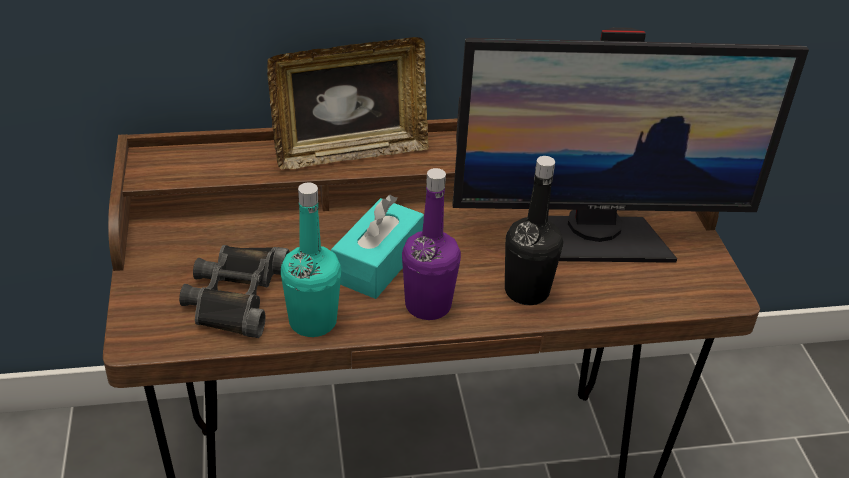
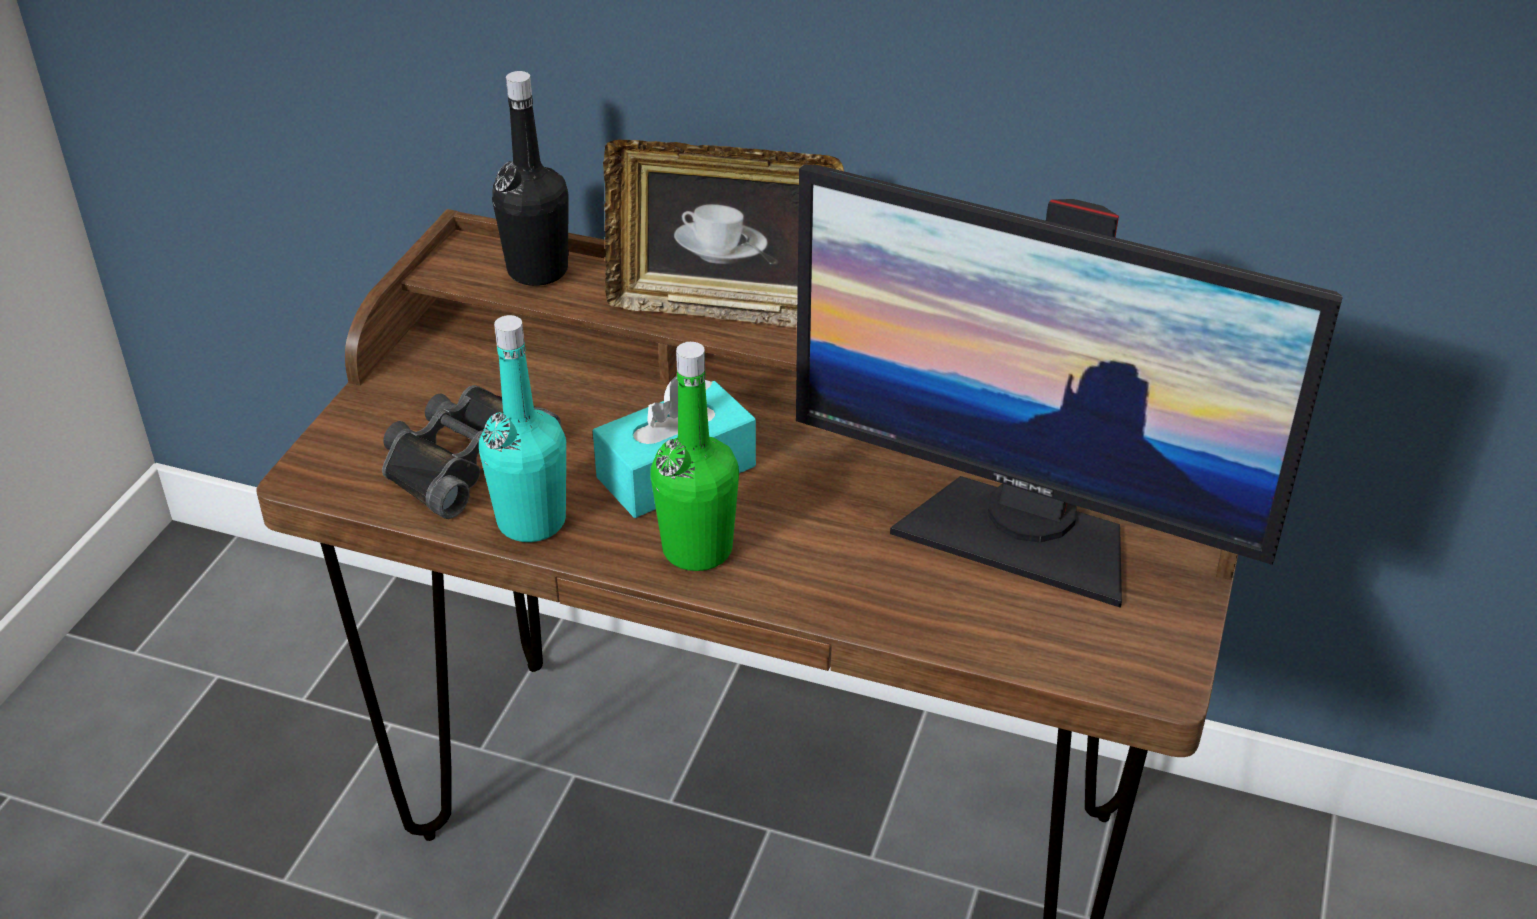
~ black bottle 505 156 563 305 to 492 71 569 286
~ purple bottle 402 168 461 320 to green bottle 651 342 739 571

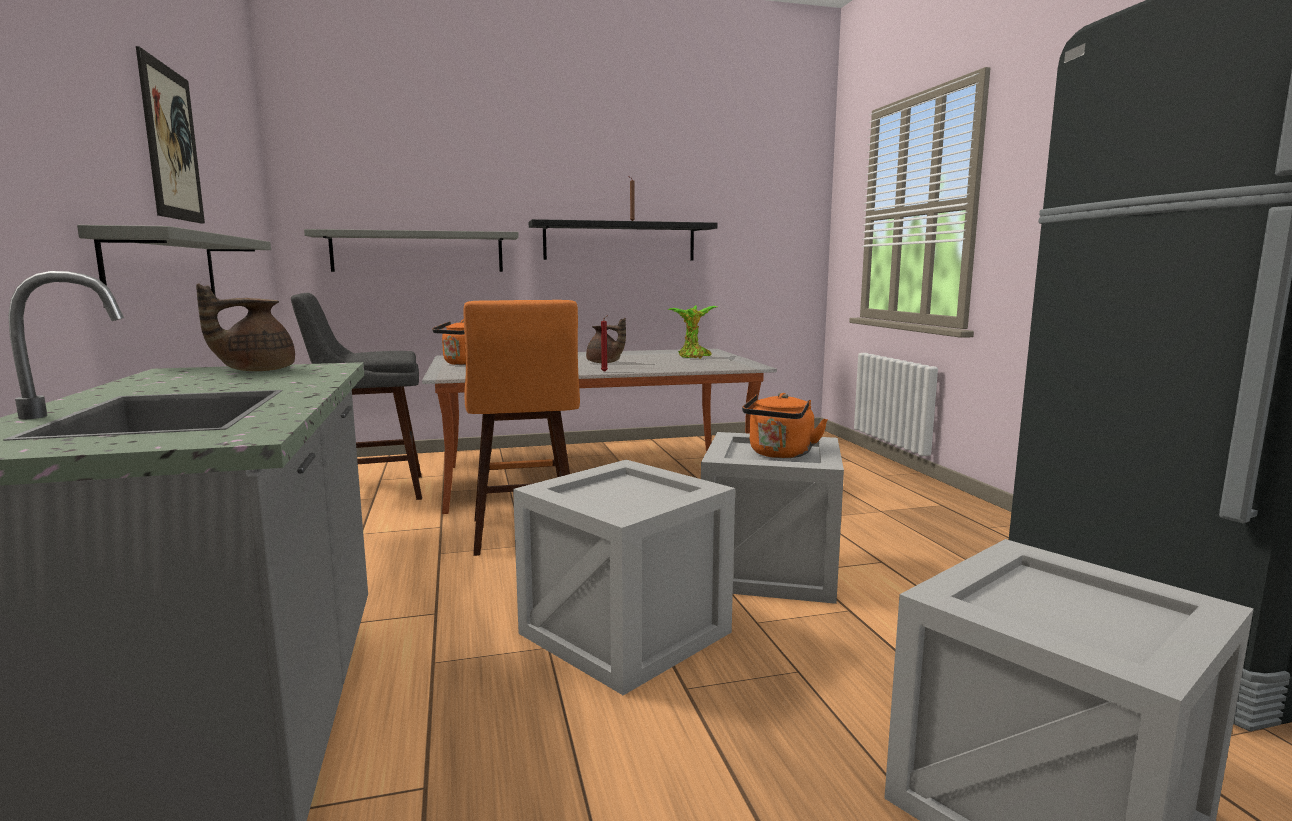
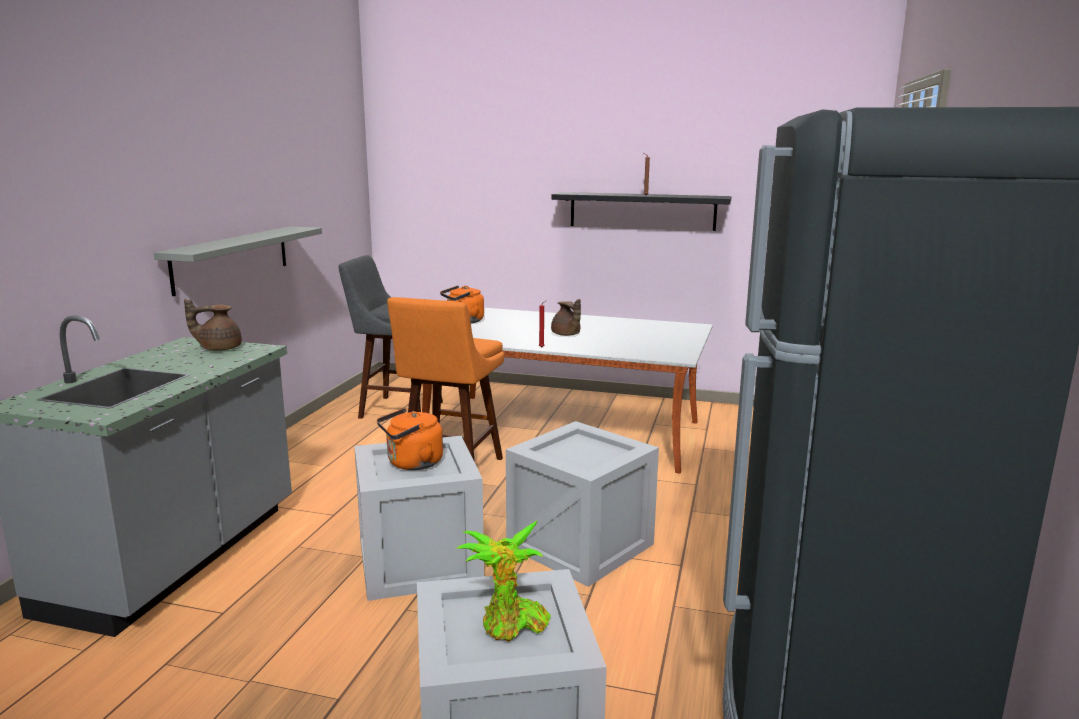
- picture 136 46 205 224
- grey shelf 304 229 519 272
~ potted plant 668 305 717 359 to 455 520 551 642
~ orange kettle 742 393 828 458 to 377 408 443 470

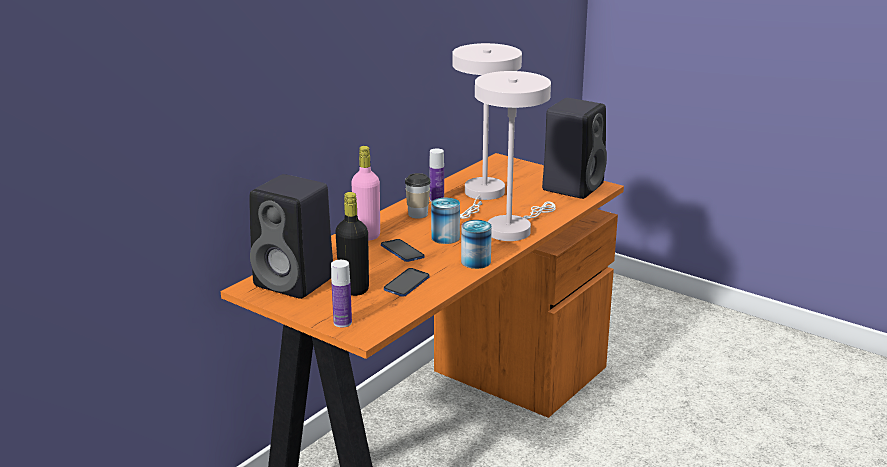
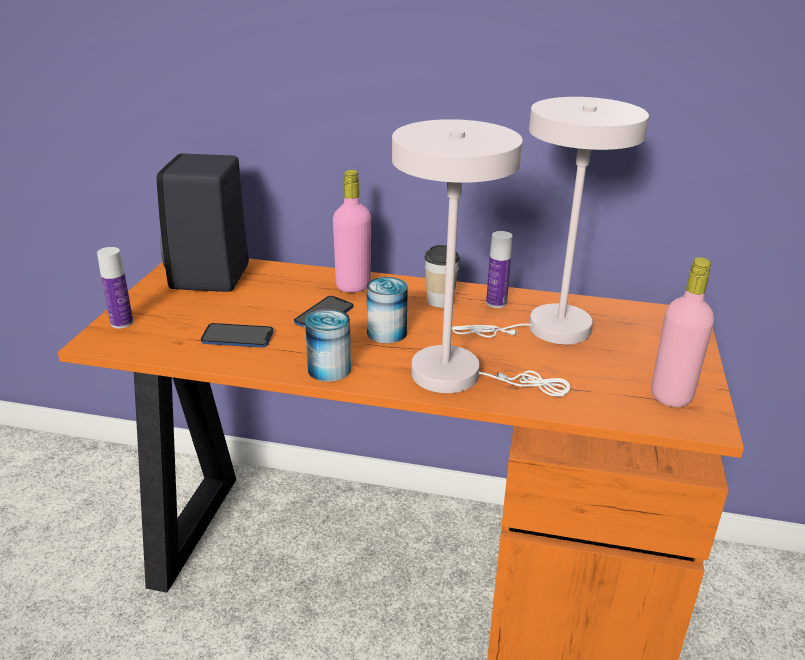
- black bottle 335 192 369 296
~ black speaker 542 98 607 199 to pink bottle 651 257 714 407

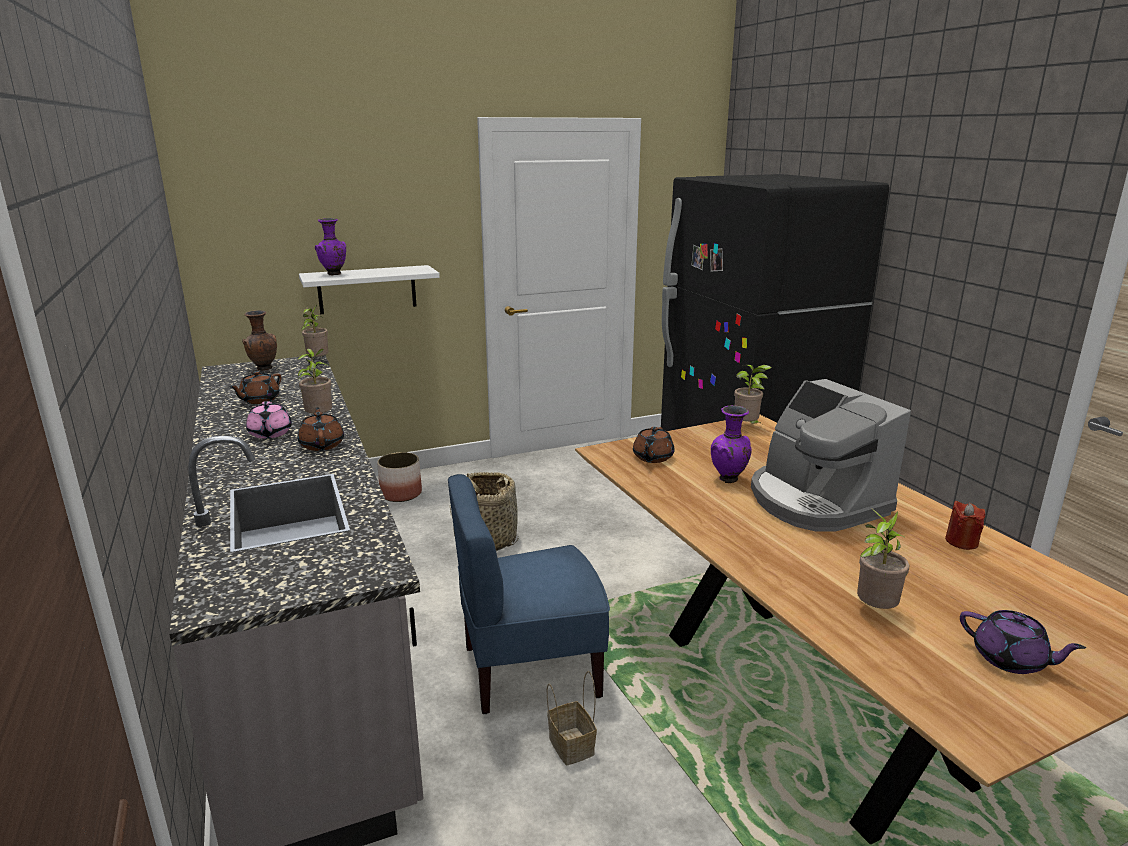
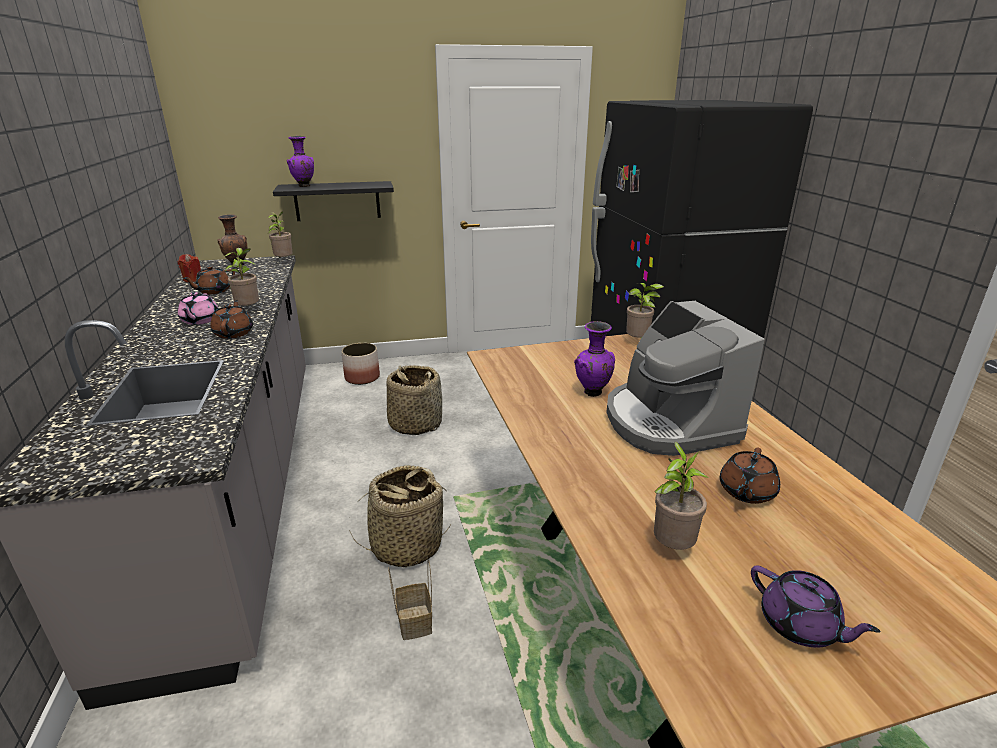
~ brown teapot 633 427 674 463 to 720 448 780 504
~ red candle 945 501 985 550 to 178 254 201 282
~ blue chair 448 474 610 714 to basket 349 465 452 568
~ white shelf 299 265 440 314 to black shelf 273 181 394 221

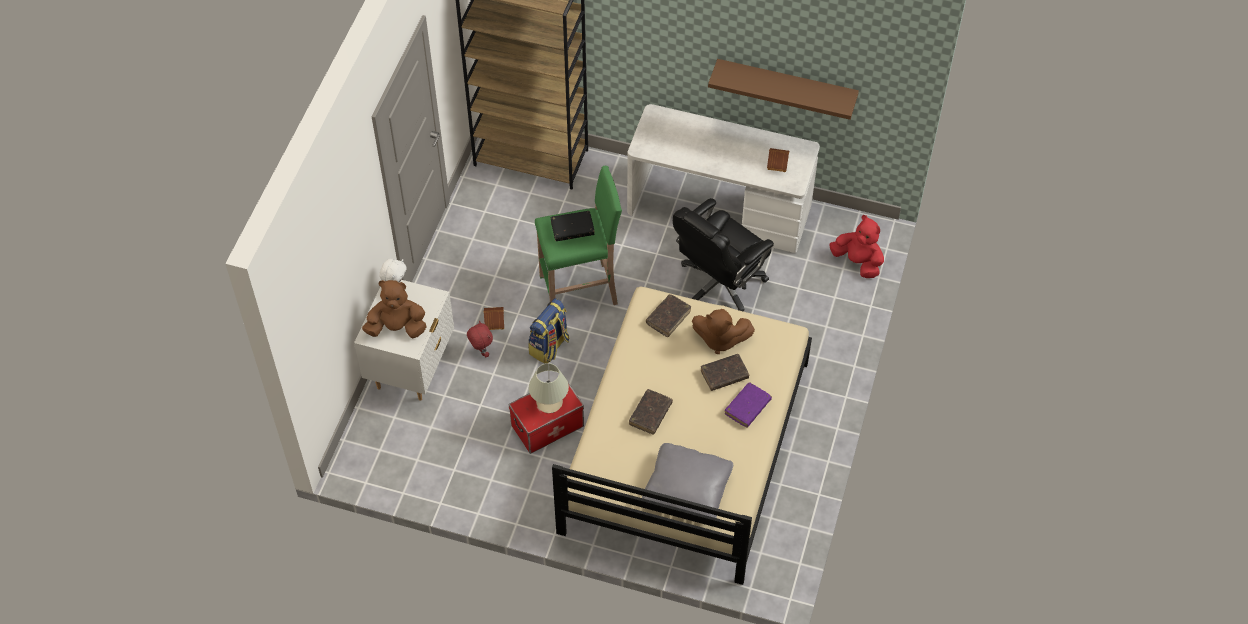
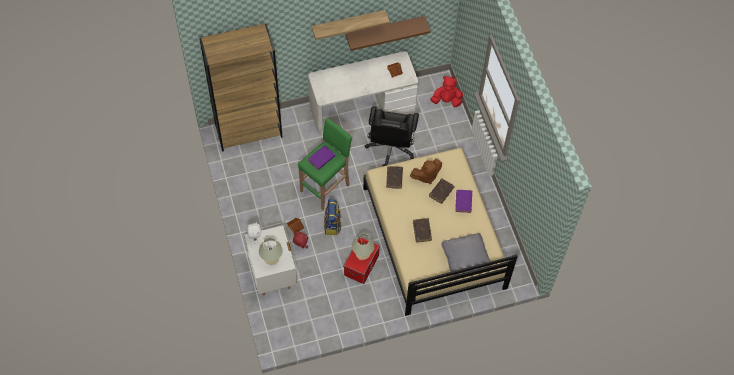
+ shelf 311 10 390 40
~ brown plush toy 362 280 427 338 to beige table lamp 259 238 283 265
~ black book 550 211 595 241 to purple book 308 145 335 170

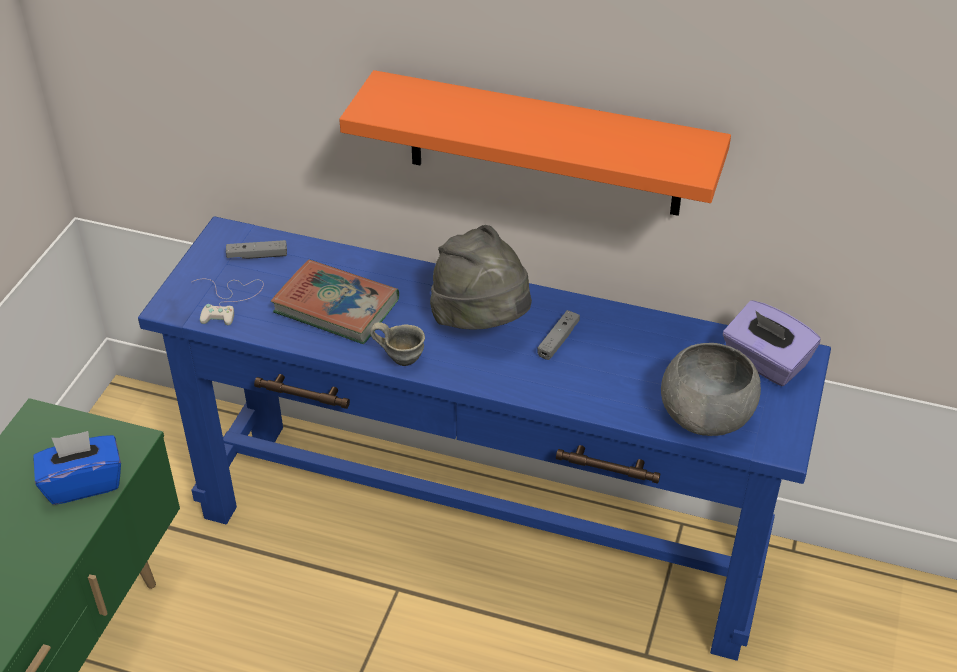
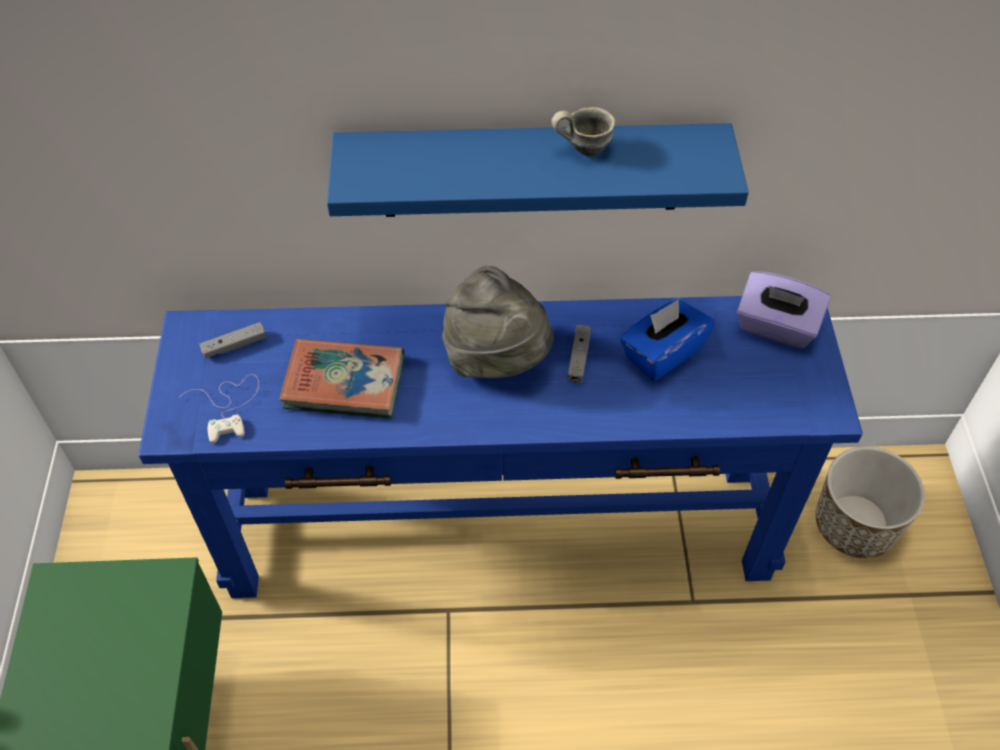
- grey bowl 661 343 761 436
+ planter 816 446 925 558
~ blue tissue box 33 431 121 505 to 620 299 715 381
~ grey mug 370 322 425 366 to 551 107 615 156
~ orange shelf 339 70 731 216 to blue shelf 327 123 749 217

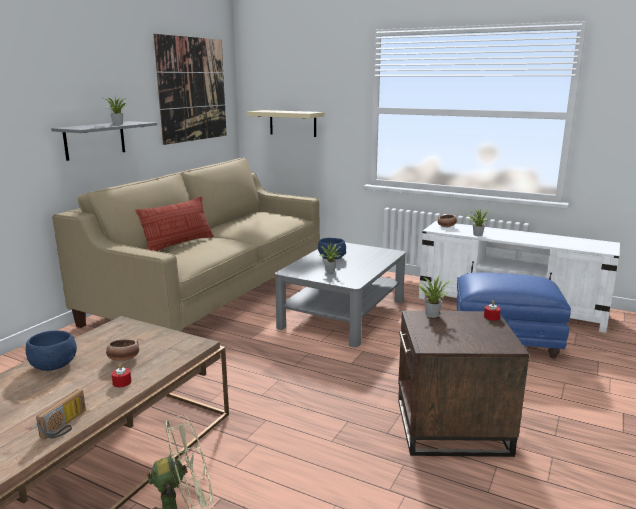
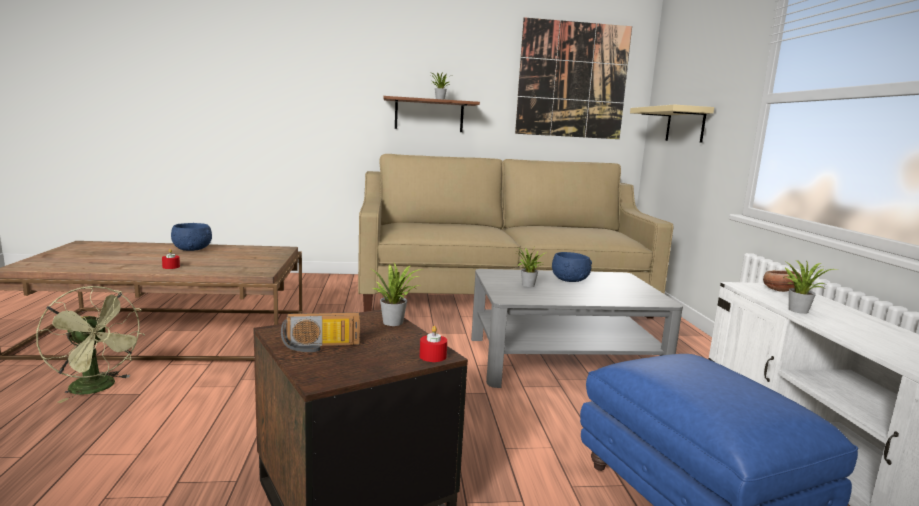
- bowl 106 339 139 361
- pillow 135 196 214 251
~ radio 36 389 86 439 to 281 312 360 352
~ grey shelf 51 121 157 161 to brown shelf 383 96 480 132

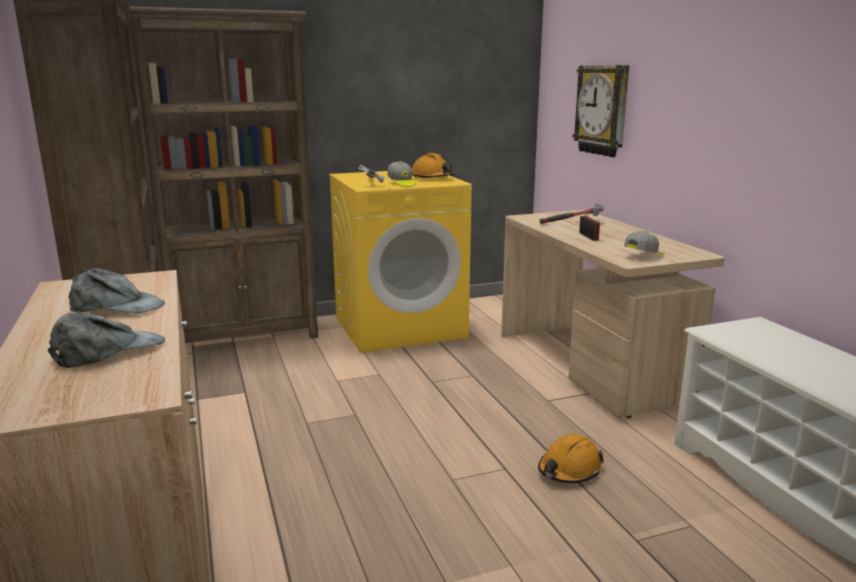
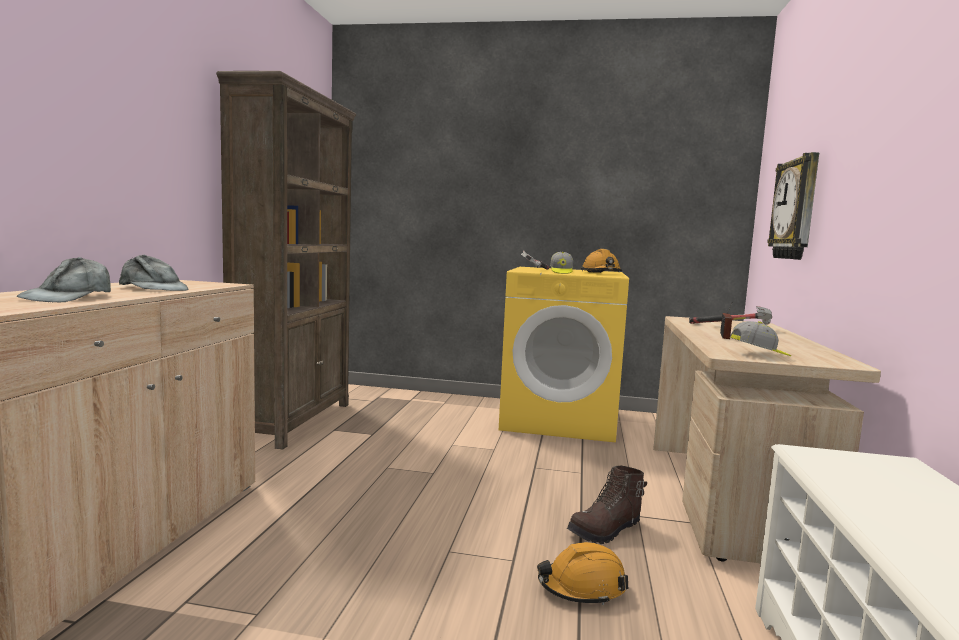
- brown bookcase 128 6 318 343
+ brown boot 567 466 647 544
~ grey cap 48 311 165 368 = 17 257 111 302 105 degrees clockwise

